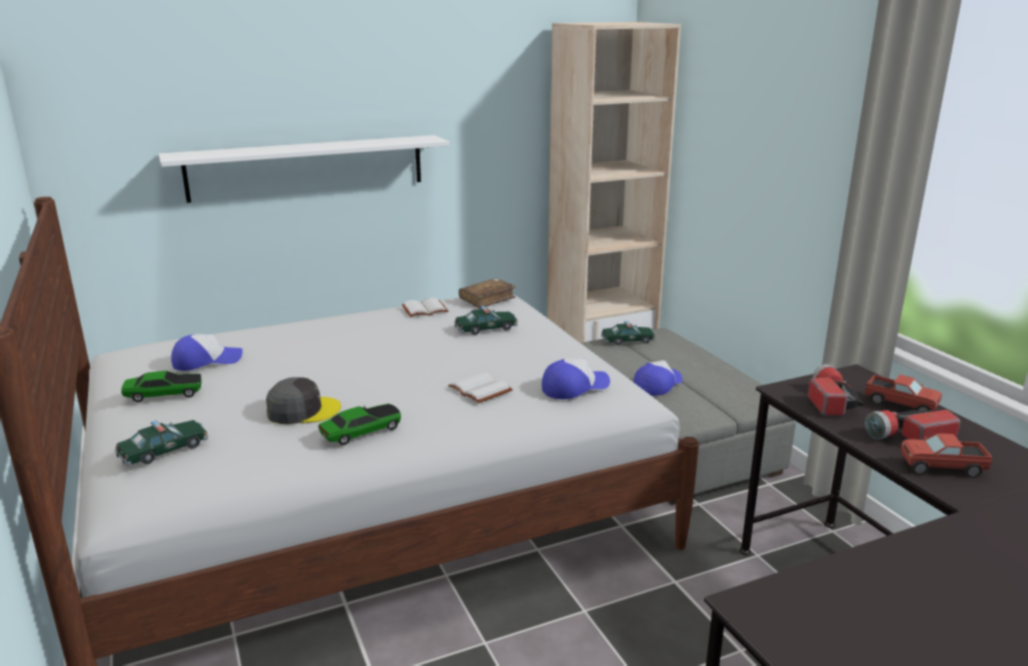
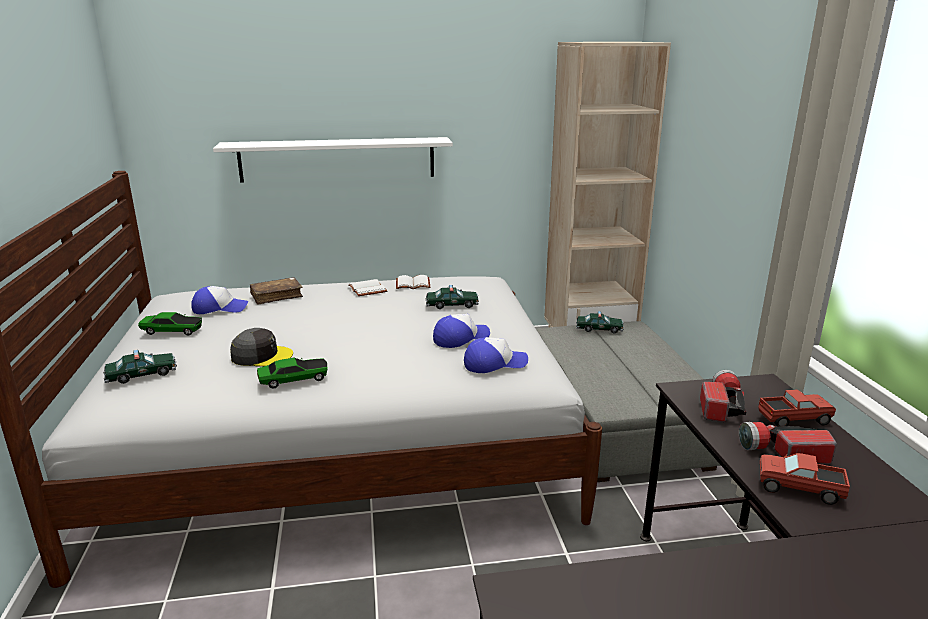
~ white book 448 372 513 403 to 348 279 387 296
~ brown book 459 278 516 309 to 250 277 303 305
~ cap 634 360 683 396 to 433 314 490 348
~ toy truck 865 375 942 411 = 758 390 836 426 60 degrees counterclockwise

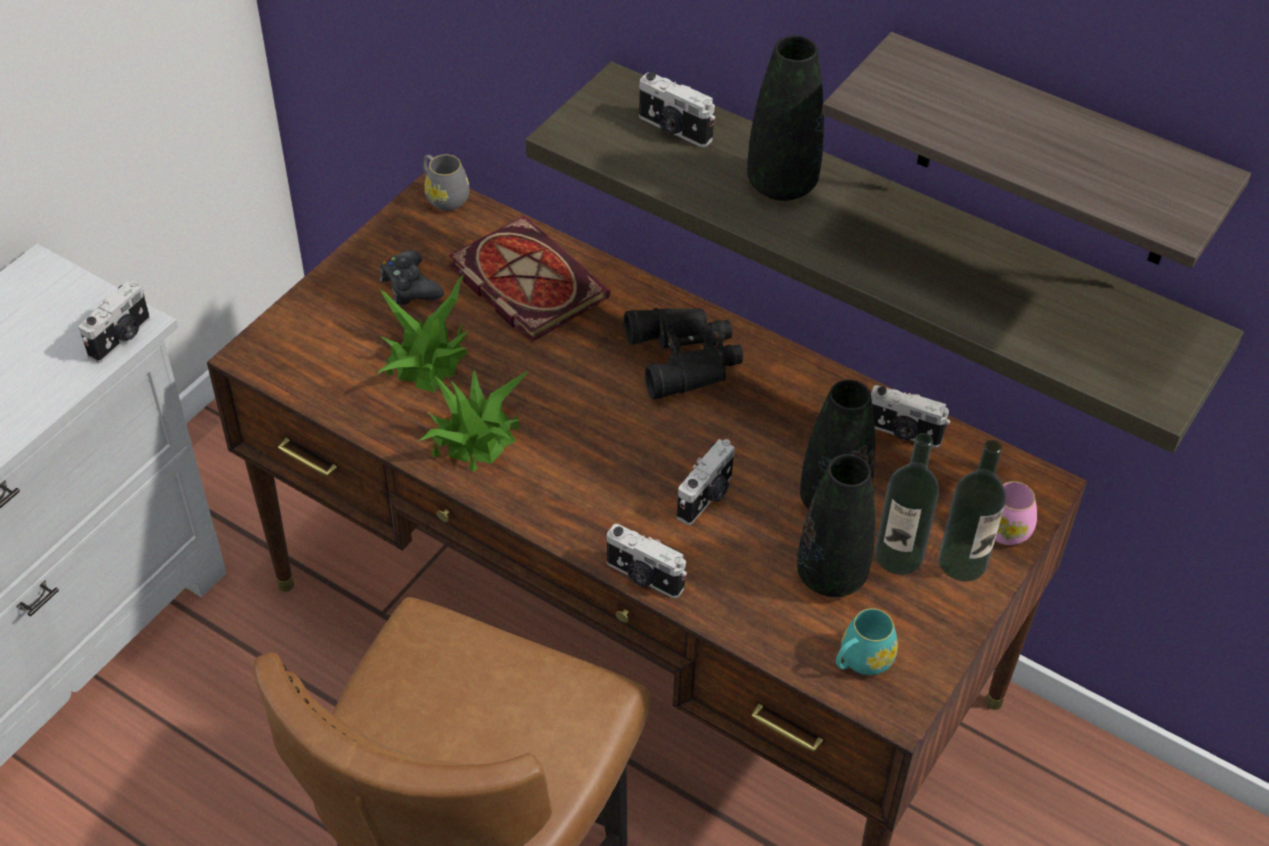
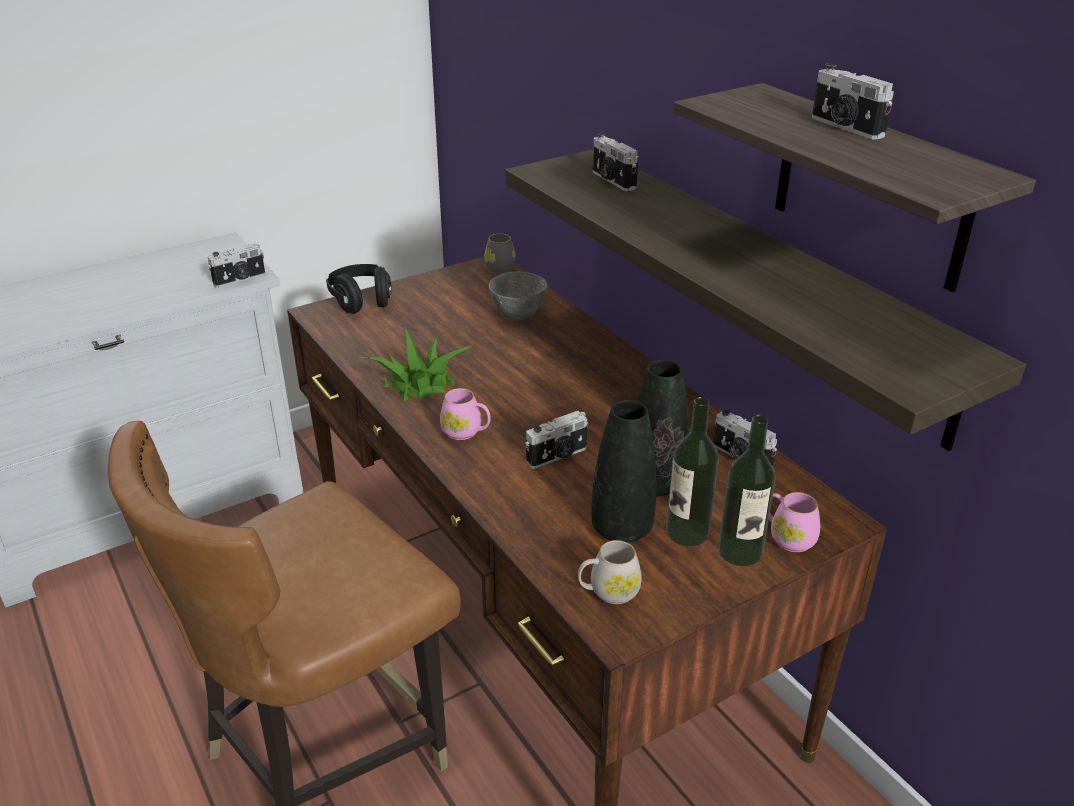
- potted plant 377 273 468 393
- black game controller 379 250 444 306
- black binoculars 624 308 743 399
- black vase 747 35 824 201
+ black headphones 326 264 392 314
+ pink mug 440 388 491 440
~ photo camera 606 524 687 598 to 812 63 894 140
~ book 448 216 610 342 to grey bowl 489 272 547 320
~ turquoise mug 836 608 898 675 to white mug 578 540 642 604

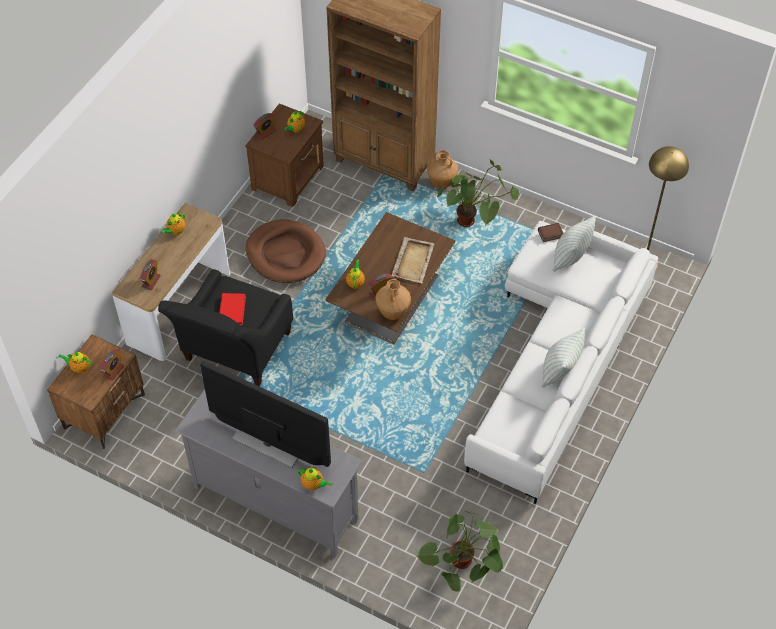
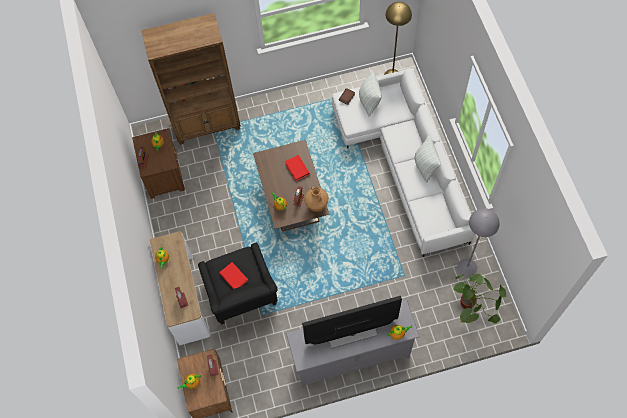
- brown dog bed 246 219 326 283
- brown vase 427 150 458 188
- potted plant 437 159 519 227
+ grey floor lamp 457 208 500 277
~ beige tray 392 237 434 284 to red book 285 155 310 181

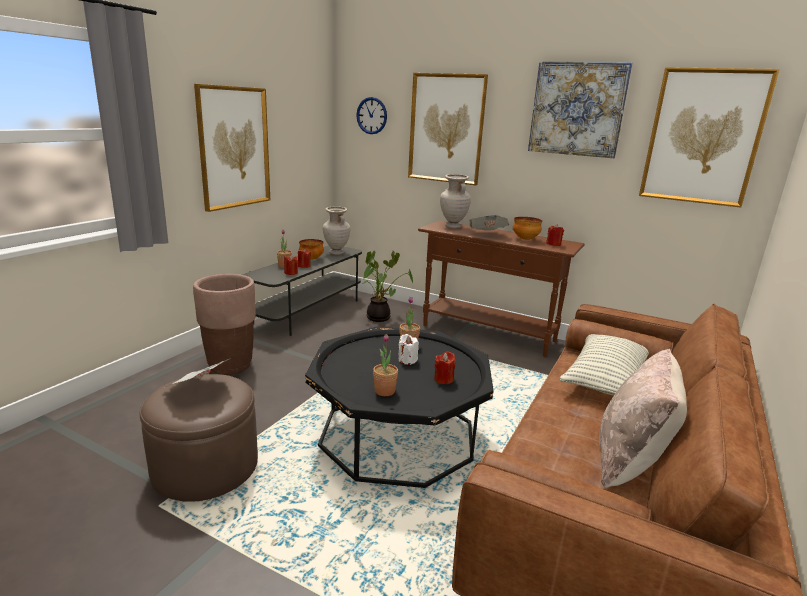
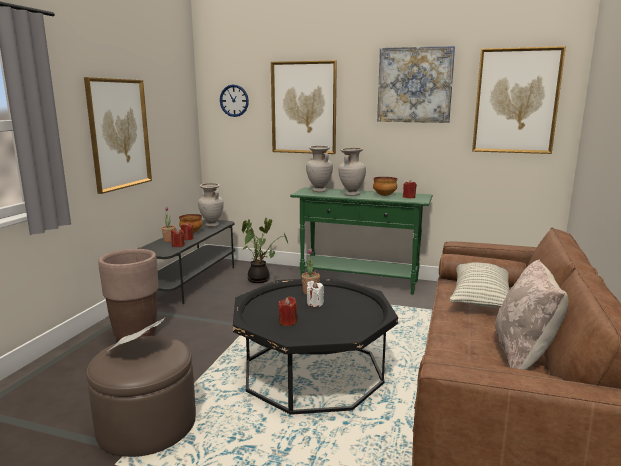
- potted plant 373 334 398 396
~ red candle 434 352 456 384 to 278 297 297 326
~ newspaper 469 215 509 231 to beige vase 338 148 366 196
~ brown console table 418 220 585 357 to green console table 290 187 433 295

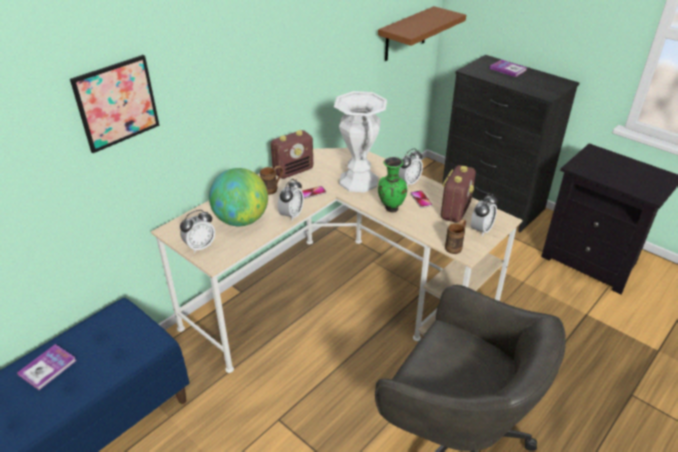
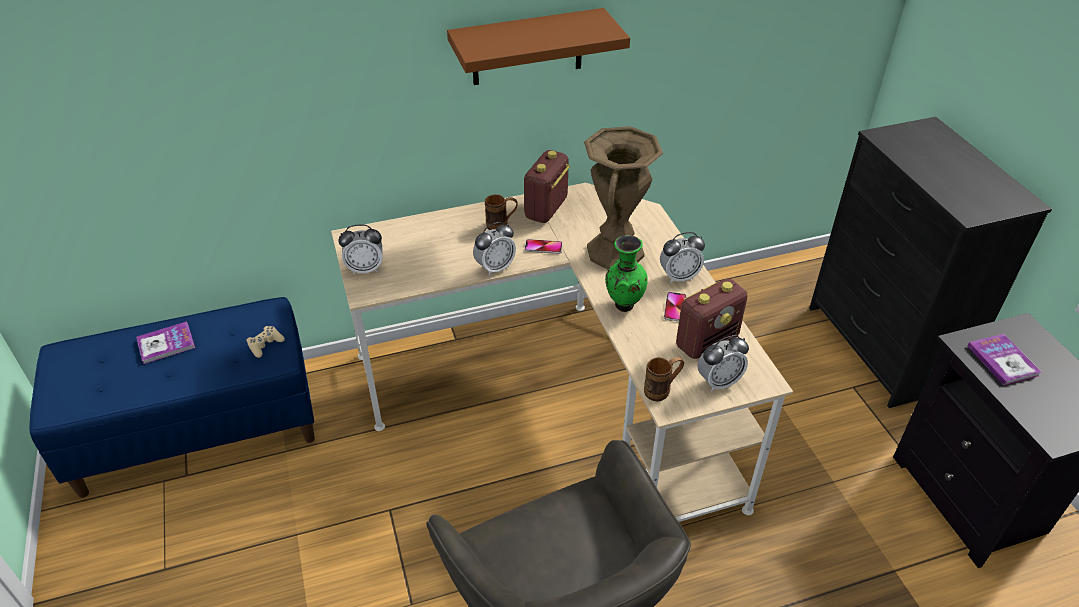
- picture 70 55 159 153
- globe 209 168 268 226
+ beige game controller 246 326 285 358
~ brown shelf 378 6 466 61 to 447 8 630 85
~ book 489 60 528 77 to 968 334 1041 385
~ white vase 334 91 387 193 to brown vase 584 126 663 269
~ radio 271 130 313 179 = 524 150 570 223 120 degrees clockwise

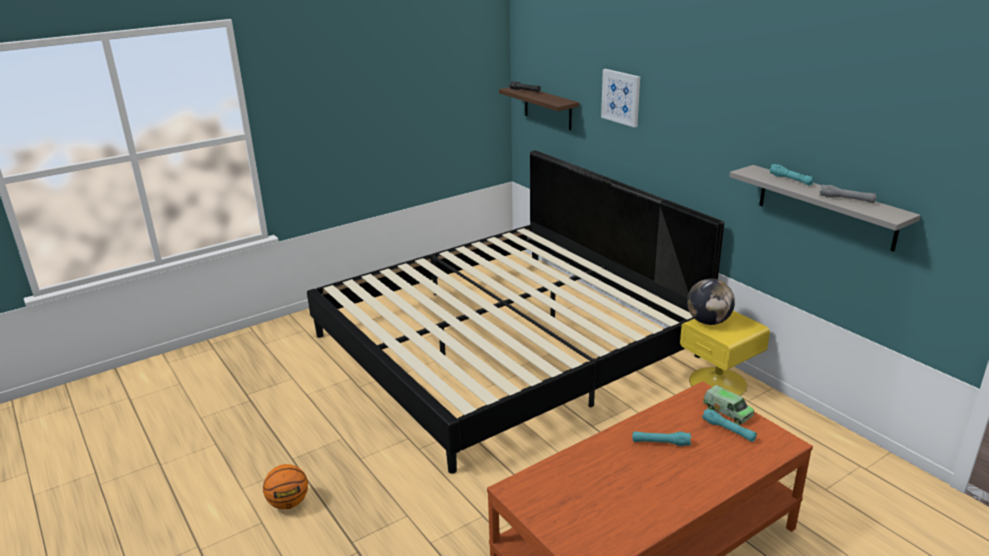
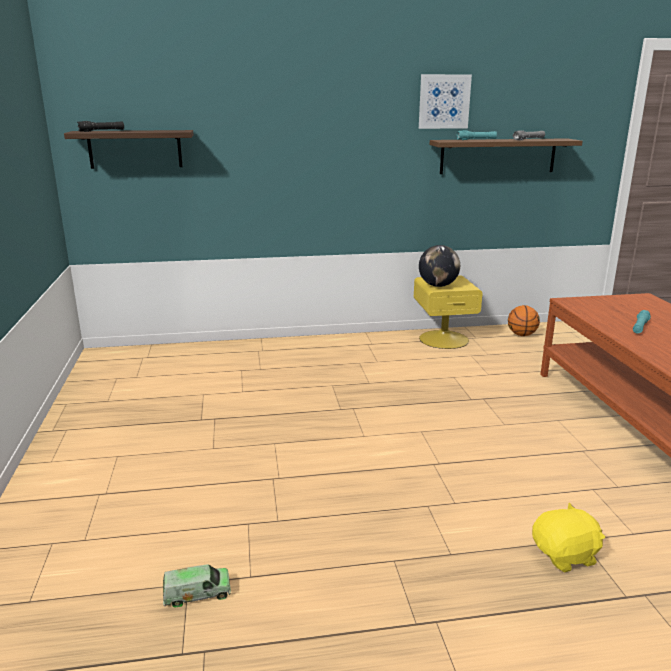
- bed 307 150 724 474
- turquoise flashlight 702 408 757 442
+ yellow plush toy 532 503 605 572
~ basketball 263 464 308 509 to 508 305 540 336
~ picture 601 69 640 128 to 419 74 472 129
~ toy truck 703 385 754 425 to 163 564 231 608
~ grey shelf 729 165 921 252 to brown shelf 430 138 583 174

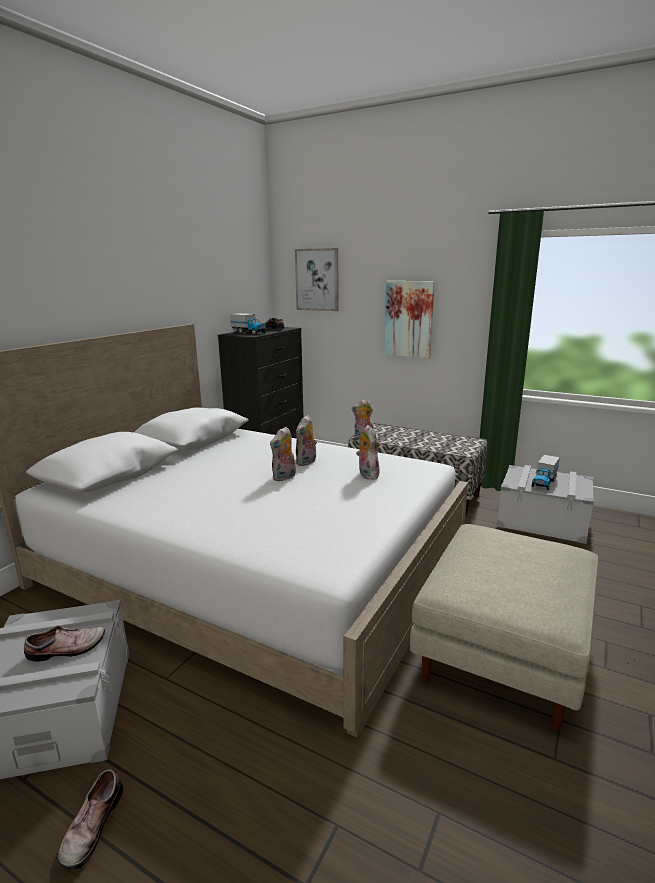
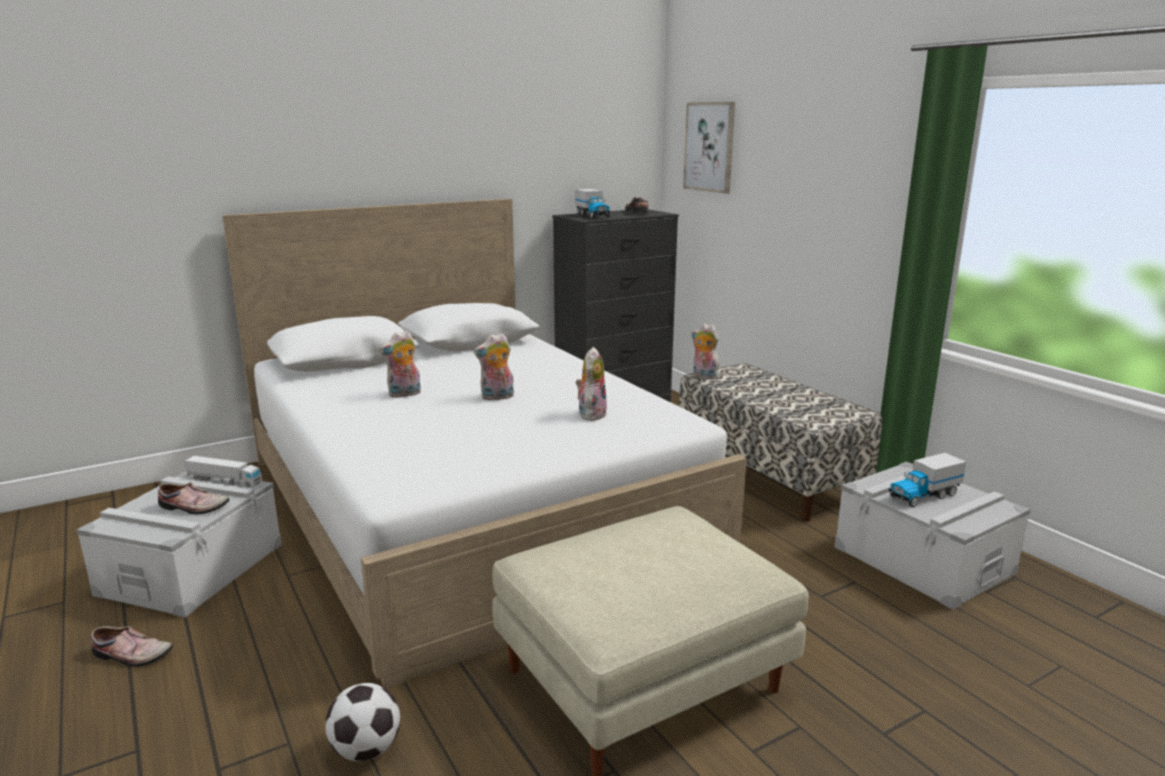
- picture 384 281 435 358
+ toy truck 185 456 262 487
+ football 325 683 400 761
~ plush toy 296 415 317 466 to 379 330 421 398
~ shoe 58 769 123 870 = 91 626 173 667 120 degrees counterclockwise

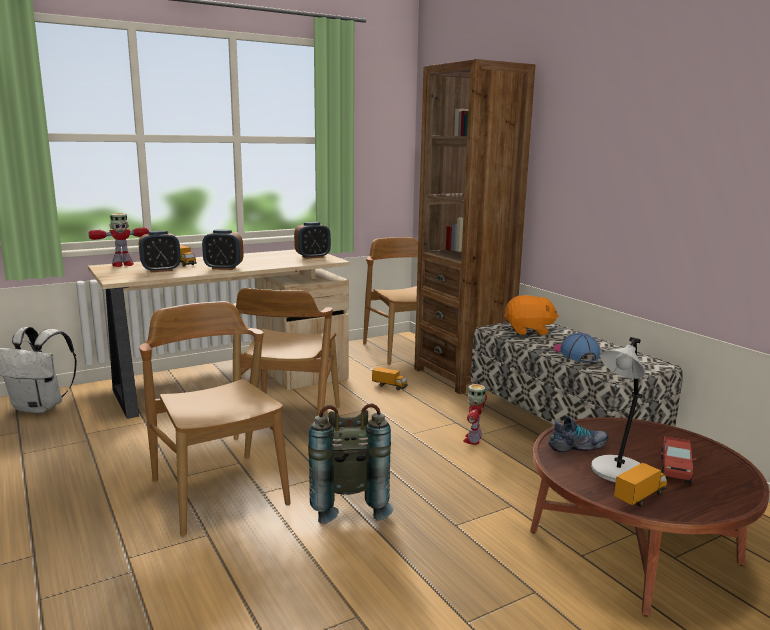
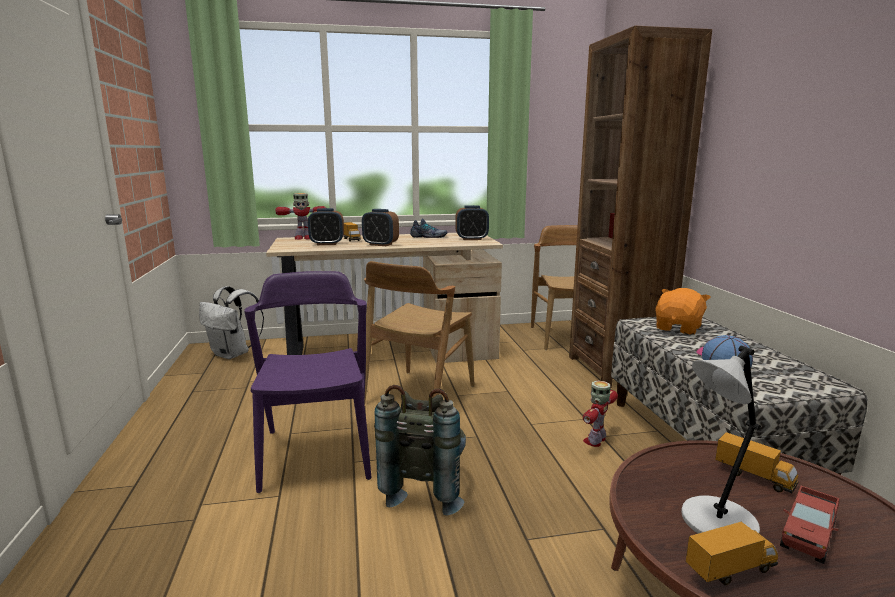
~ toy truck 372 367 408 390 to 715 432 798 493
~ shoe 548 417 608 452 to 410 219 447 238
~ brown chair 139 301 291 537 to purple chair 244 271 371 493
~ orange plush toy 504 295 559 335 = 655 288 711 335 75 degrees counterclockwise

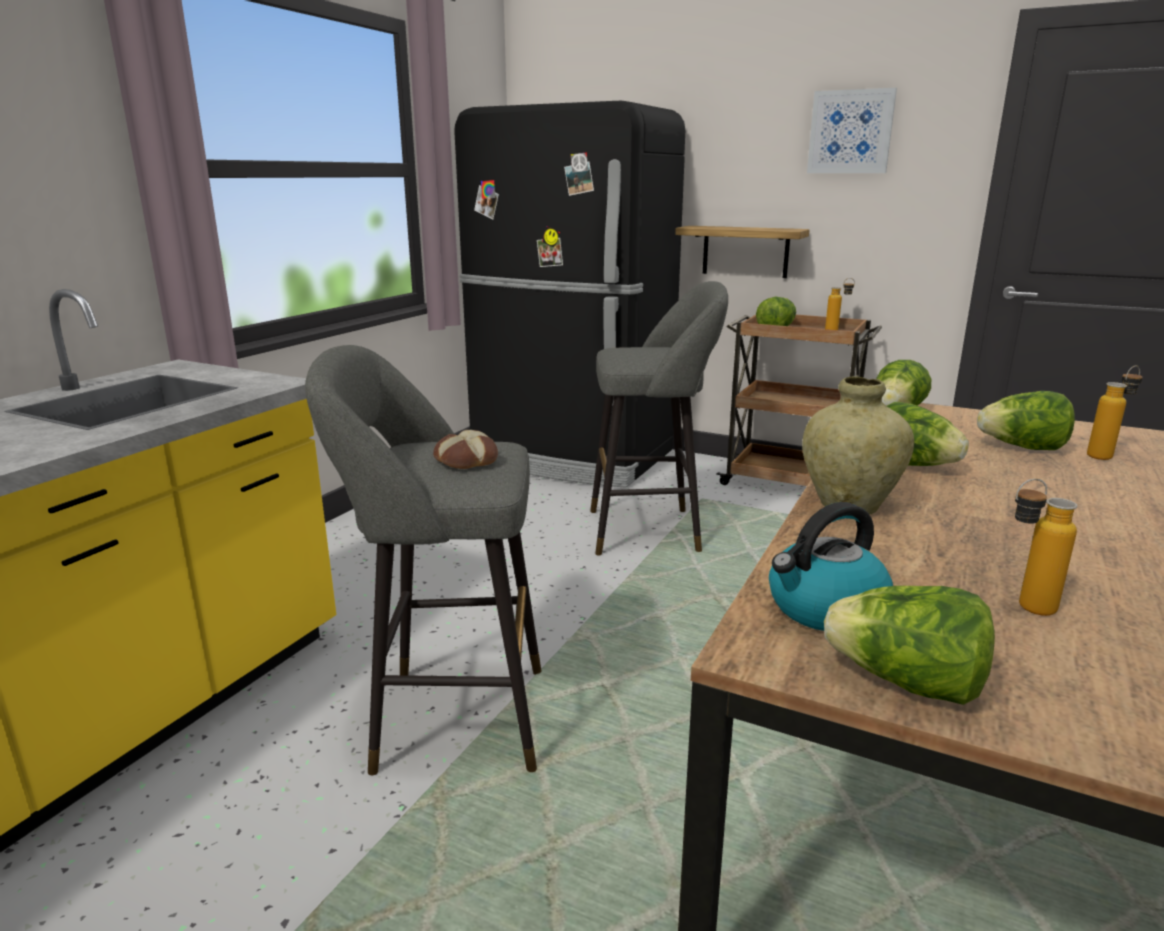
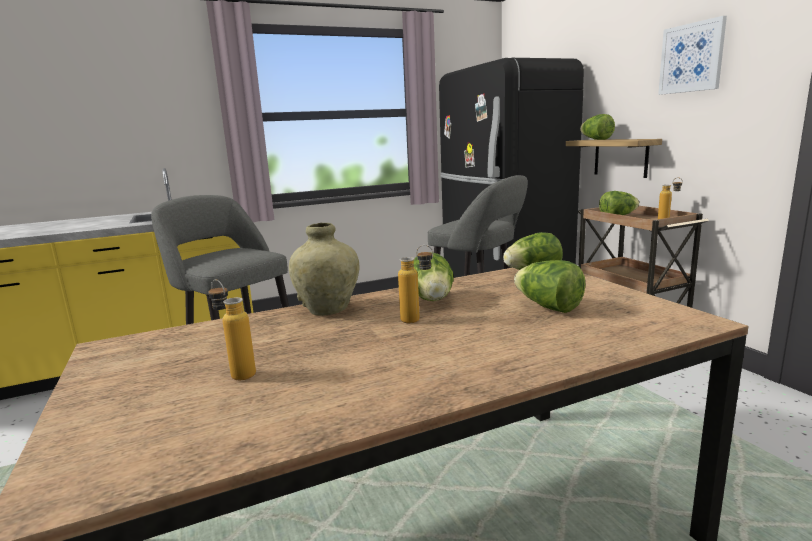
- bread 433 430 498 469
- kettle 769 502 893 631
~ lettuce 824 586 995 705 to 580 114 615 140
~ bottle 1087 365 1143 460 to 398 245 433 323

